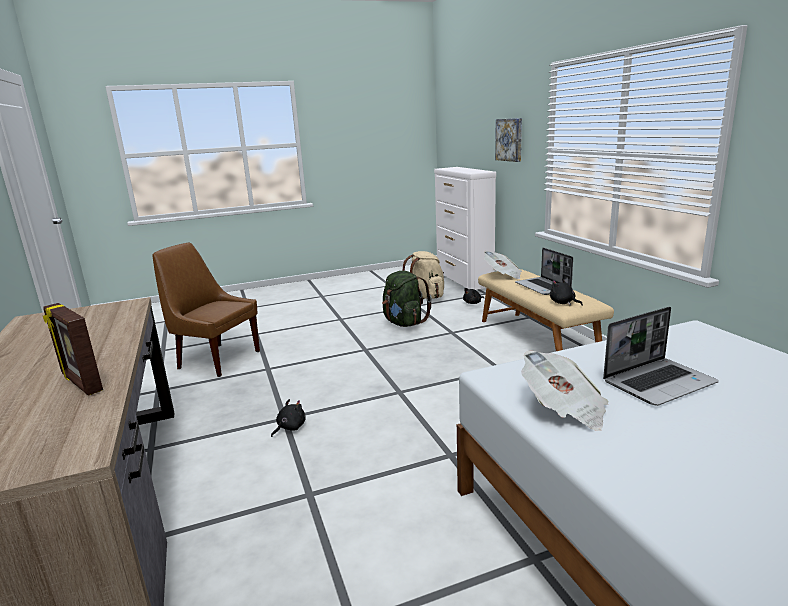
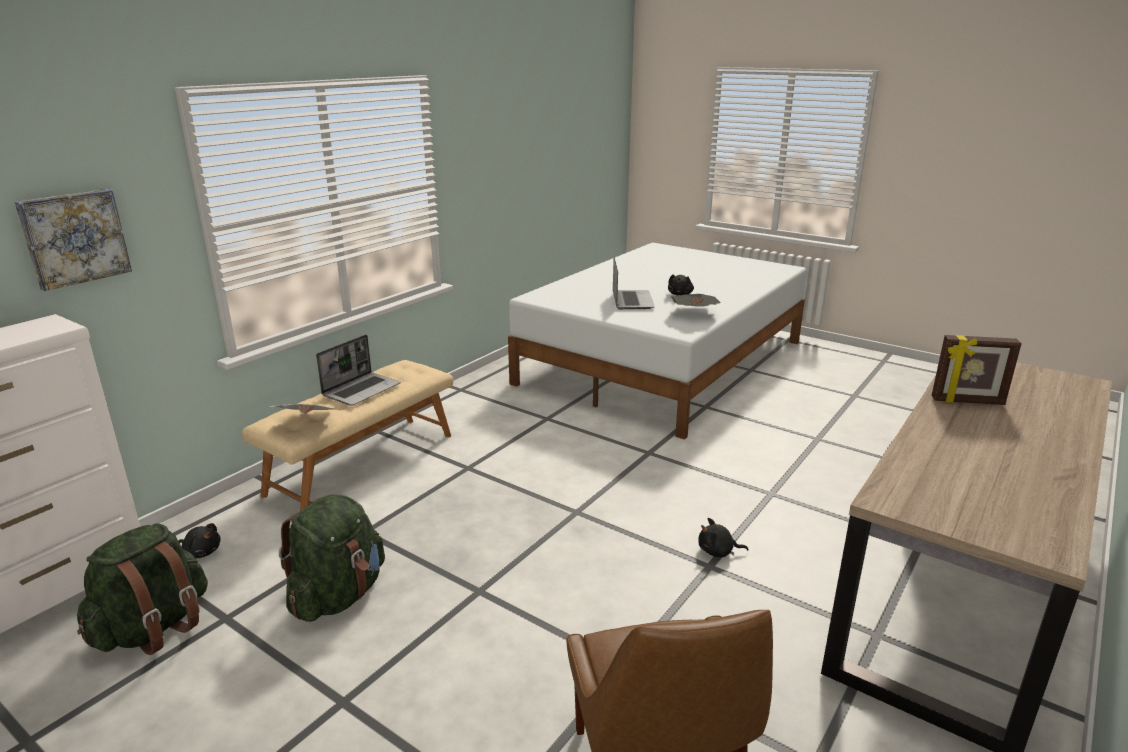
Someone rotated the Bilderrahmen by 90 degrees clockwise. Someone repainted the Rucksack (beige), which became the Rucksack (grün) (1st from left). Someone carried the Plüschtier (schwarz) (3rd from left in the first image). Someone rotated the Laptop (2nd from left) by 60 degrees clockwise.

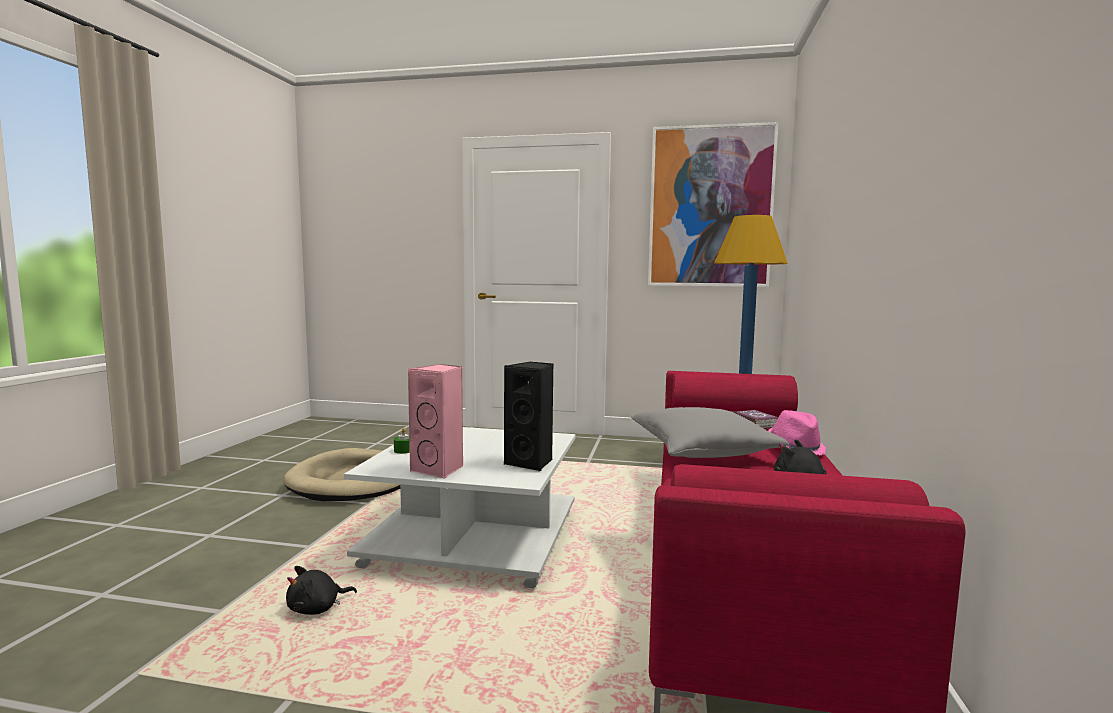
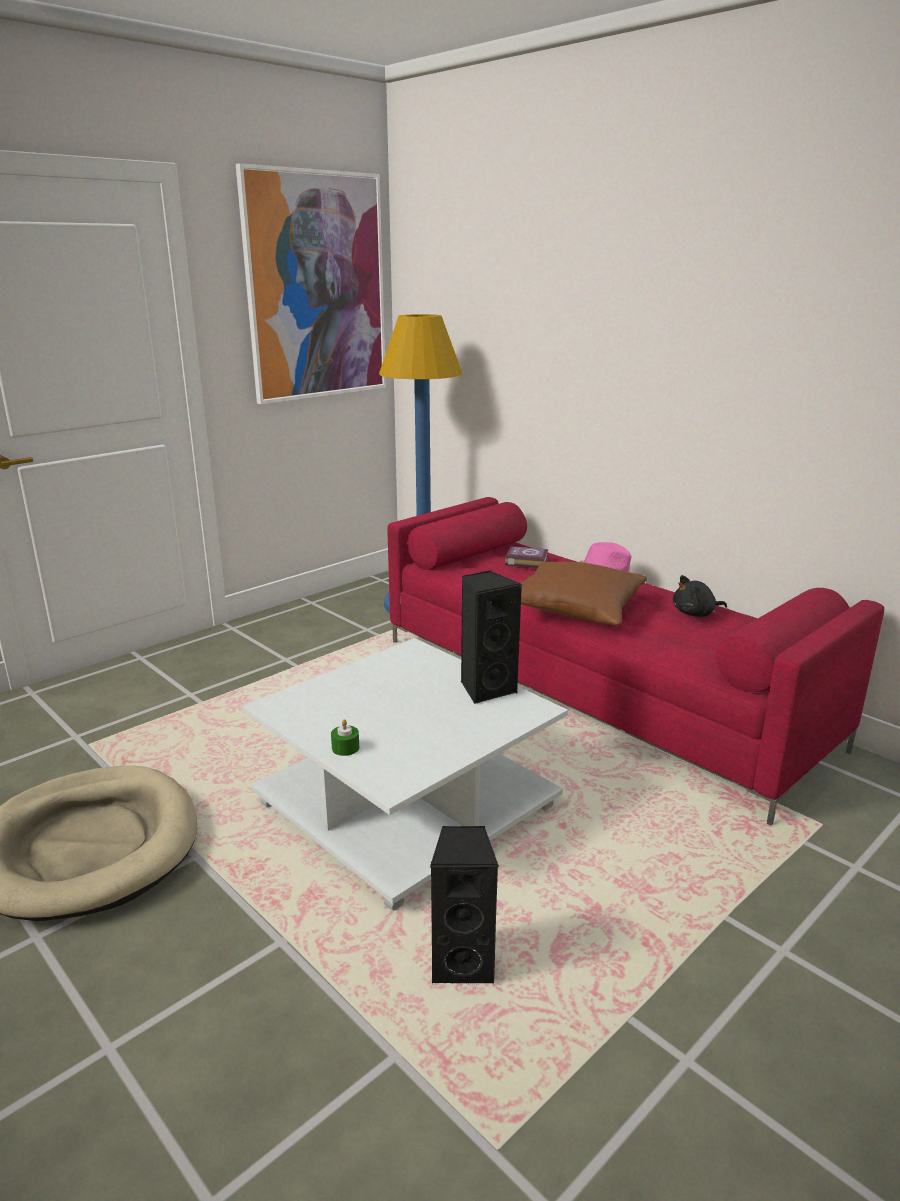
Someone swapped the Plüschtier (schwarz) (1st from left) for the Lautsprecher (schwarz) (1st from left). Someone took away the Lautsprecher (rosa). Someone repainted the Kissen (grau), which became the Kissen (braun).

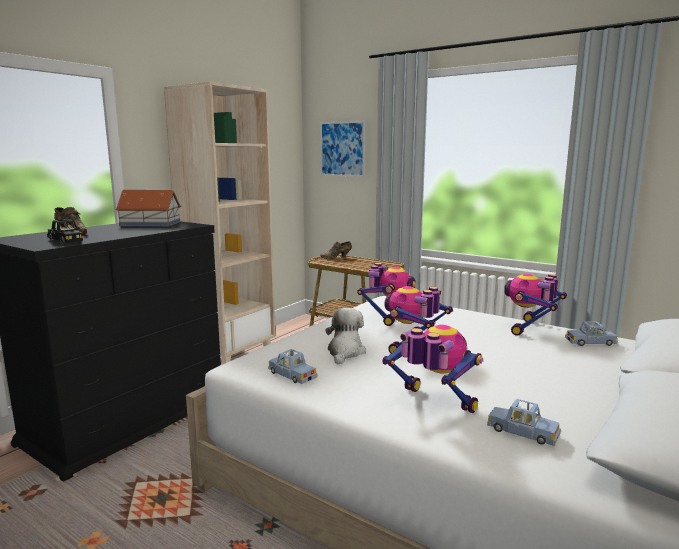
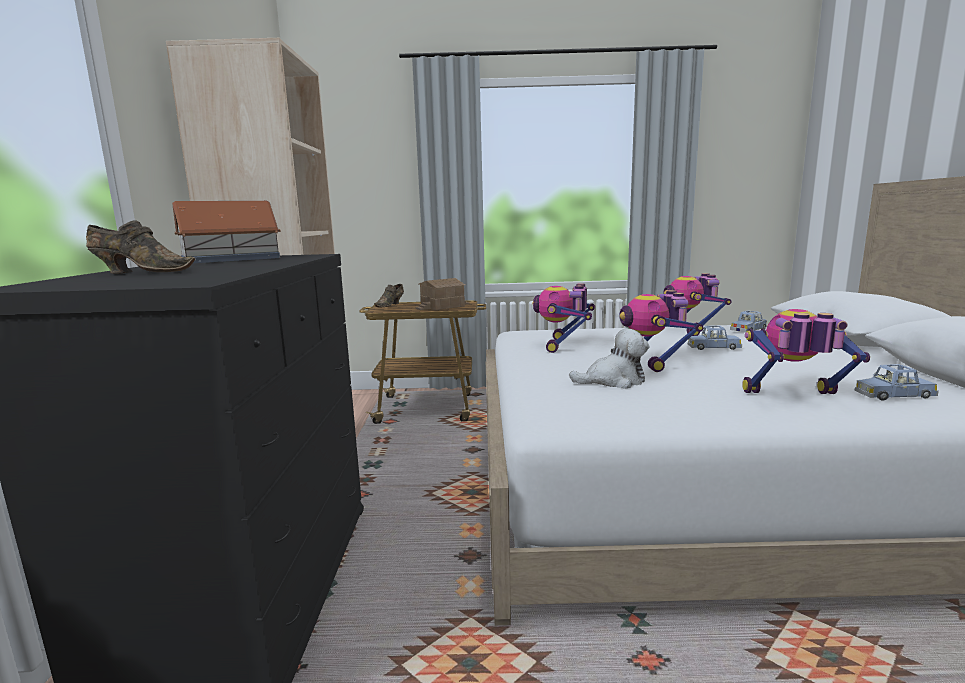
Someone took away the Spielzeugauto (schwarz). Someone carried the Spielzeugauto (blau) (1st from left). Someone took away the Bild. Someone rotated the Plüschtier by 105 degrees clockwise. Someone rotated the Spielzeugroboter (1st from left) by 150 degrees counterclockwise. Someone put down the Spielzeughaus (2nd from left).

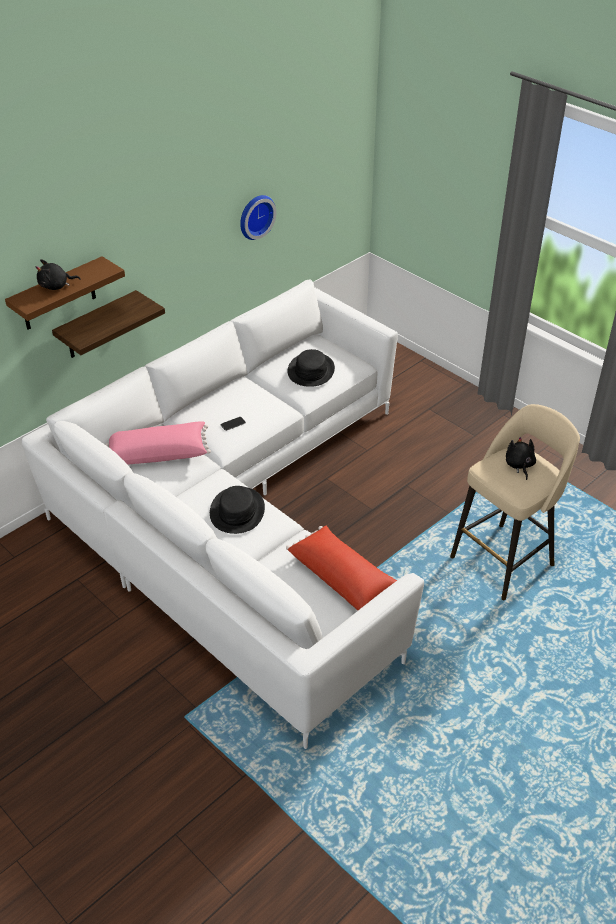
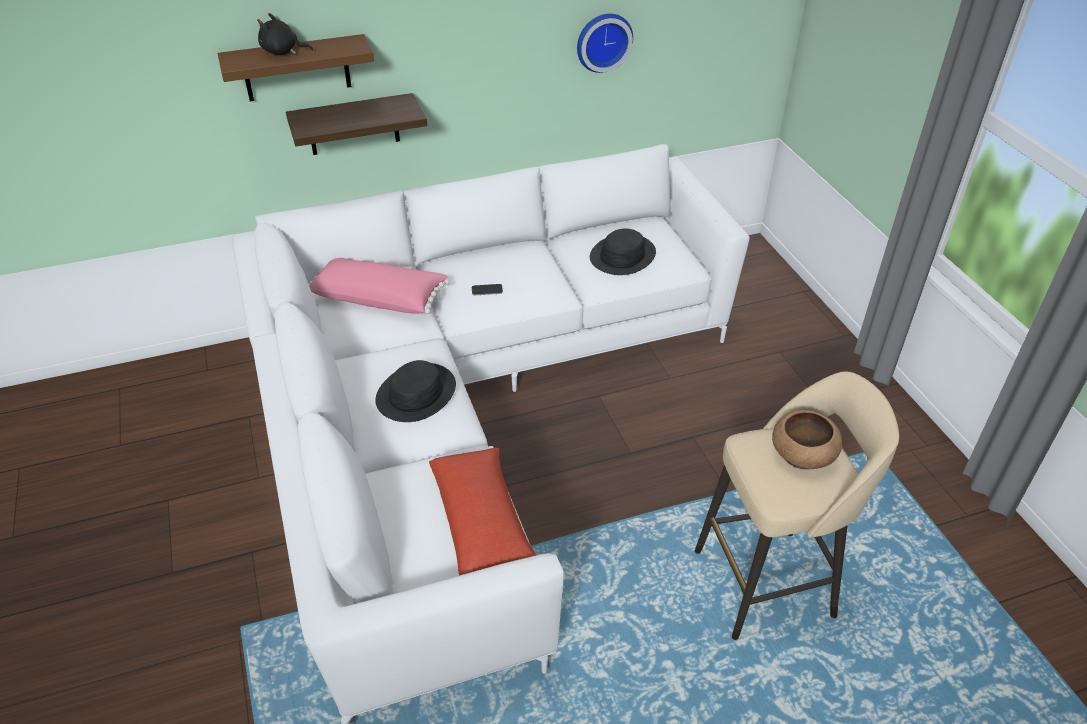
Someone swapped the Plüschtier (schwarz) (2nd from left) for the Schüssel (braun).

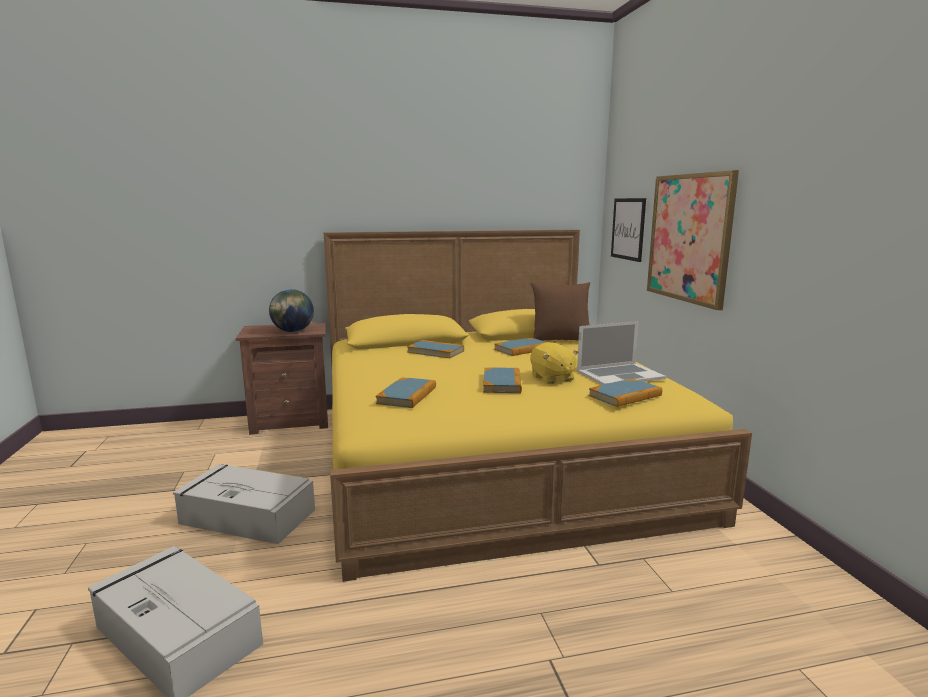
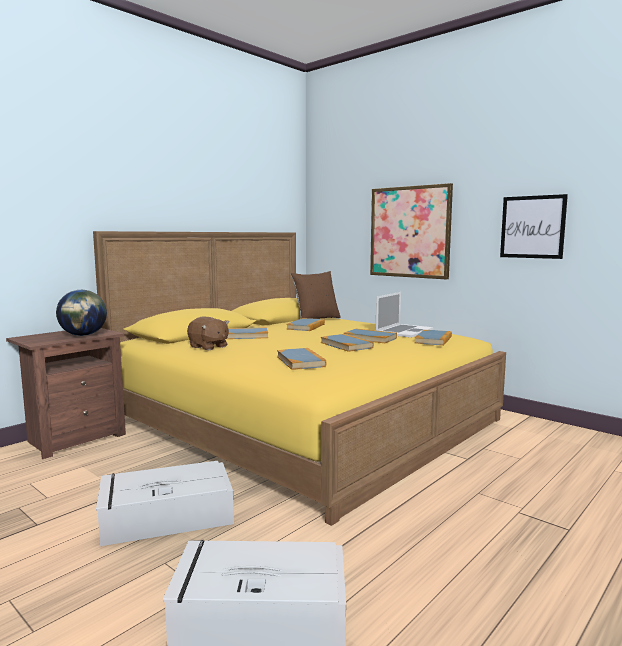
Someone swapped the Plüschtier (gelb) for the Buch (5th from left). Someone carried the Bild (1st from left in the first image). Someone put down the Plüschtier (braun).

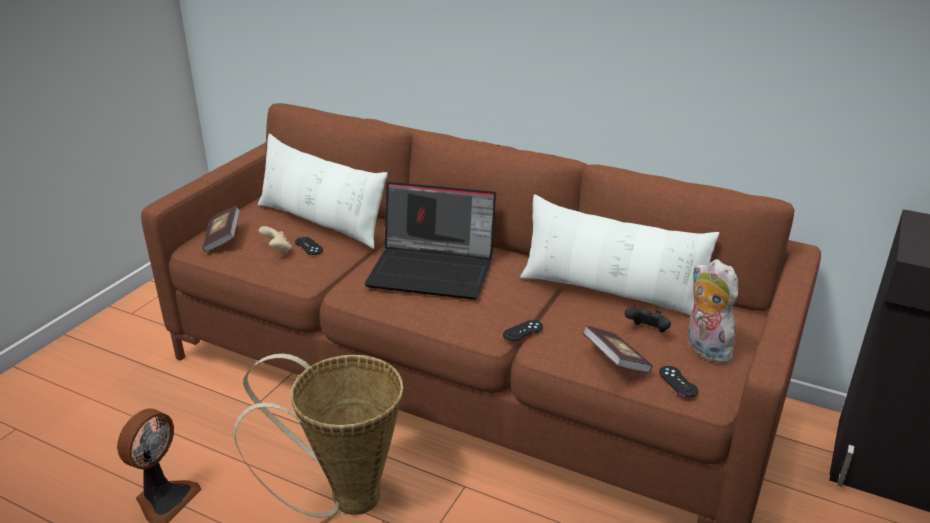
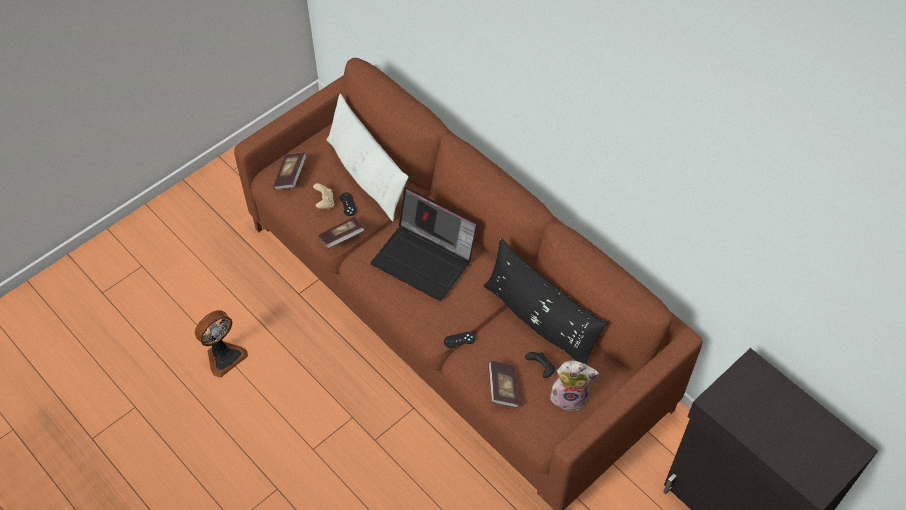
Someone took away the Korb. Someone repainted the Kissen (weiß) (2nd from left), which became the Kissen (schwarz). Someone took away the Gamepad (schwarz) (4th from left). Someone rotated the Plüschtier by 105 degrees clockwise. Someone put down the Buch (2nd from left).

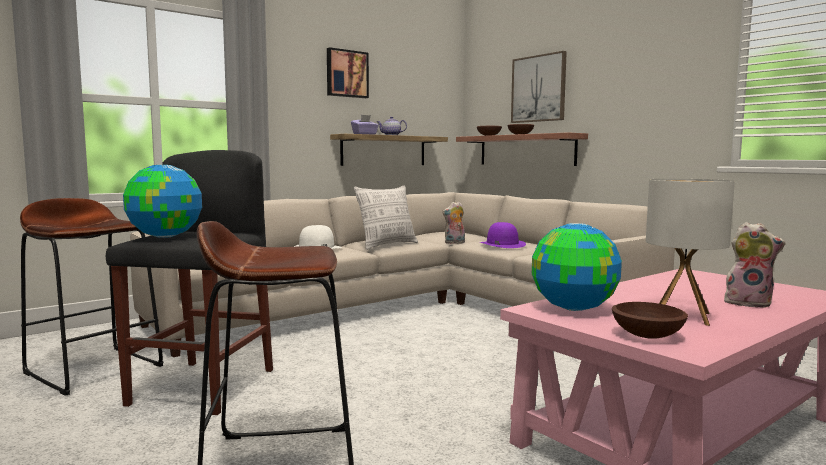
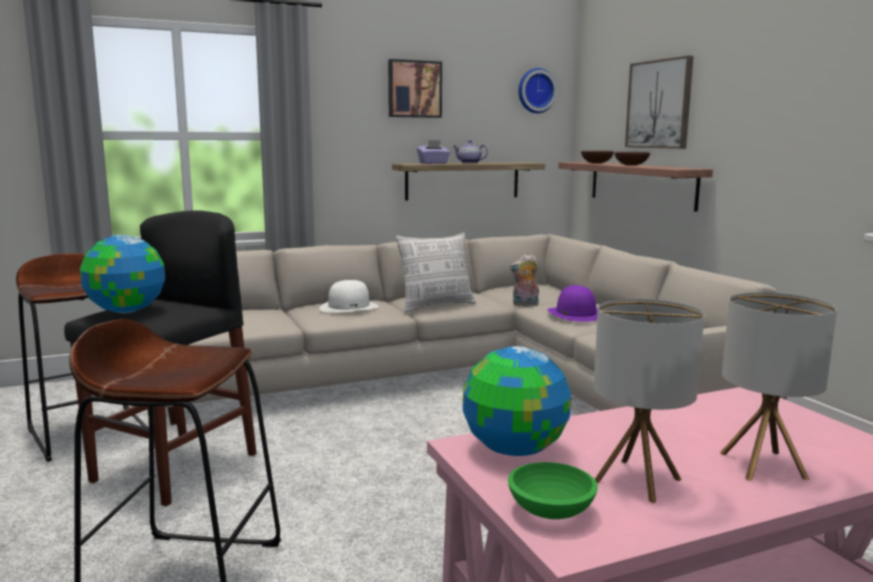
Someone repainted the Schüssel (braun) (3rd from left), which became the Schüssel (grün). Someone swapped the Plüschtier (2nd from left) for the Tischlampe (2nd from left). Someone put up the Wanduhr.

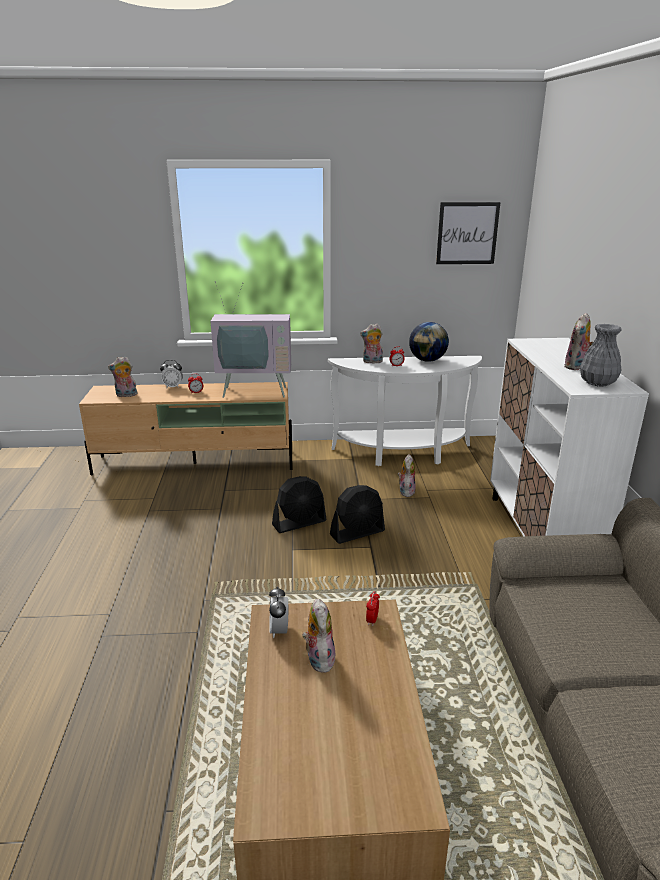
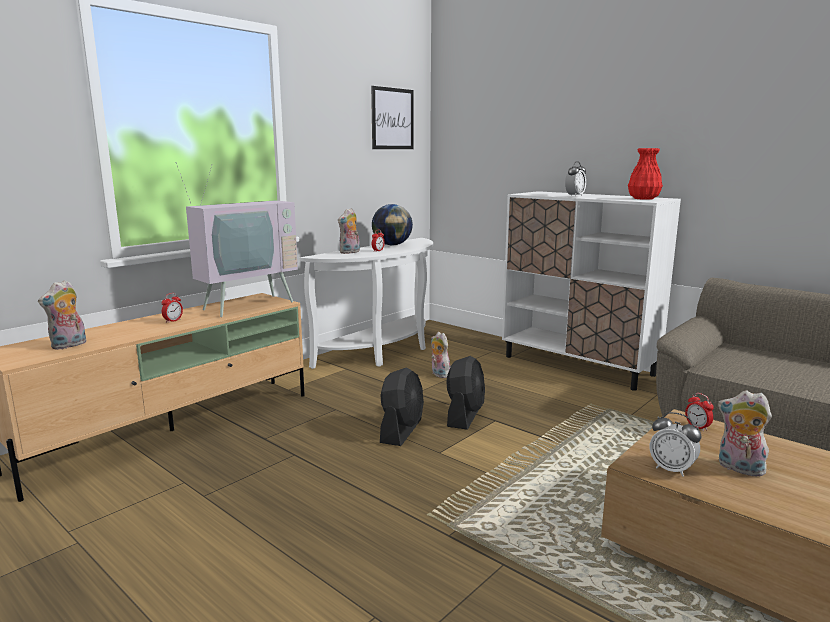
Someone carried the Wecker (1st from left in the first image). Someone took away the Plüschtier (5th from left). Someone repainted the Vase (grau), which became the Vase (rot).

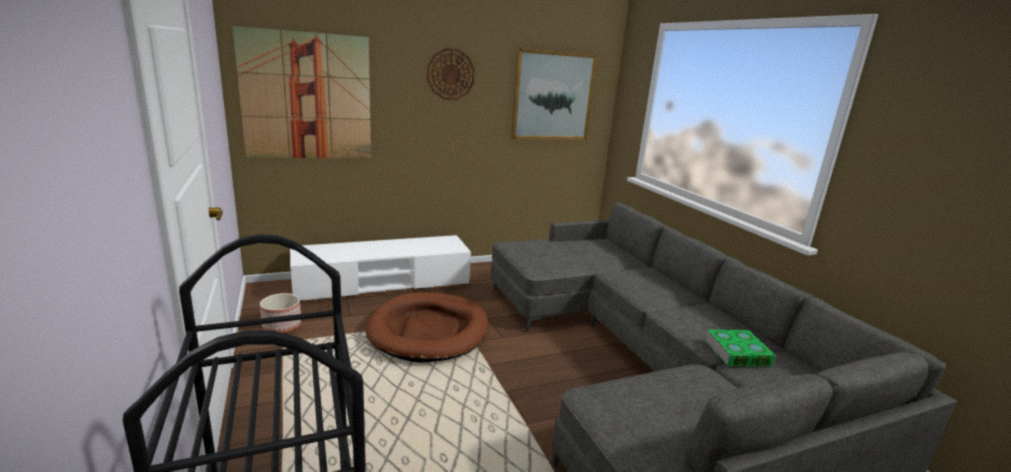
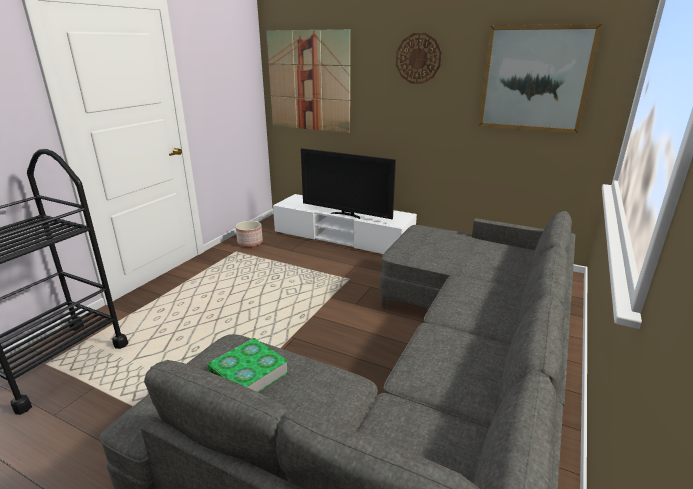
Someone took away the Hundebett (braun). Someone carried the Buch. Someone put down the Fernseher.

